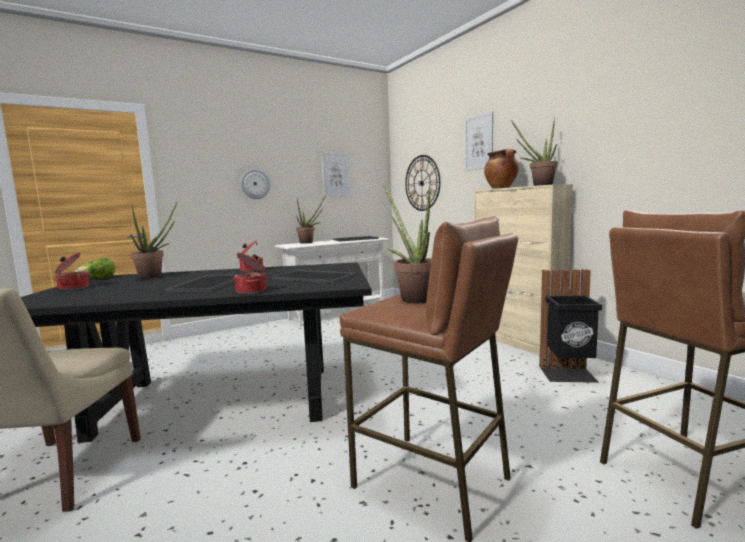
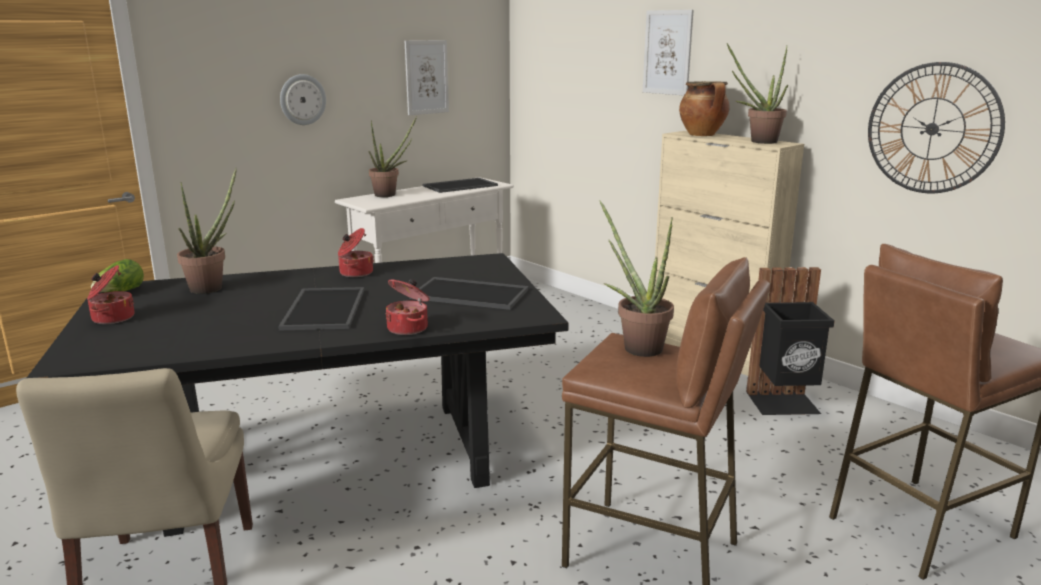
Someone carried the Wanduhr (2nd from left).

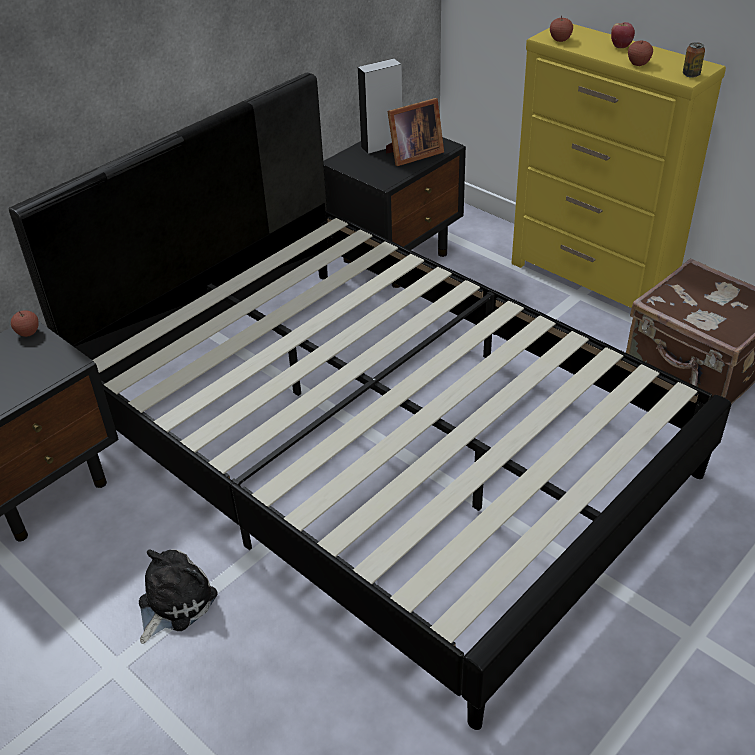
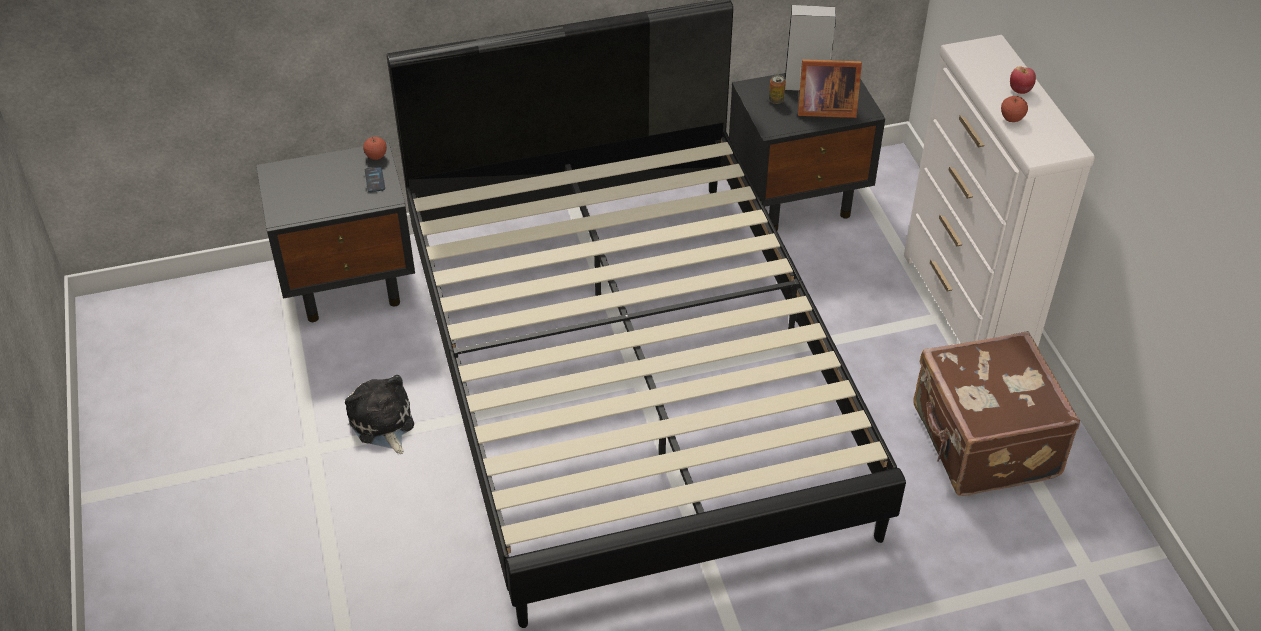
Someone rotated the Plüschtier by 90 degrees counterclockwise. Someone repainted the Kommode (gelb), which became the Kommode (weiß). Someone took away the Apfel (2nd from left). Someone carried the Dose. Someone put down the Handy.

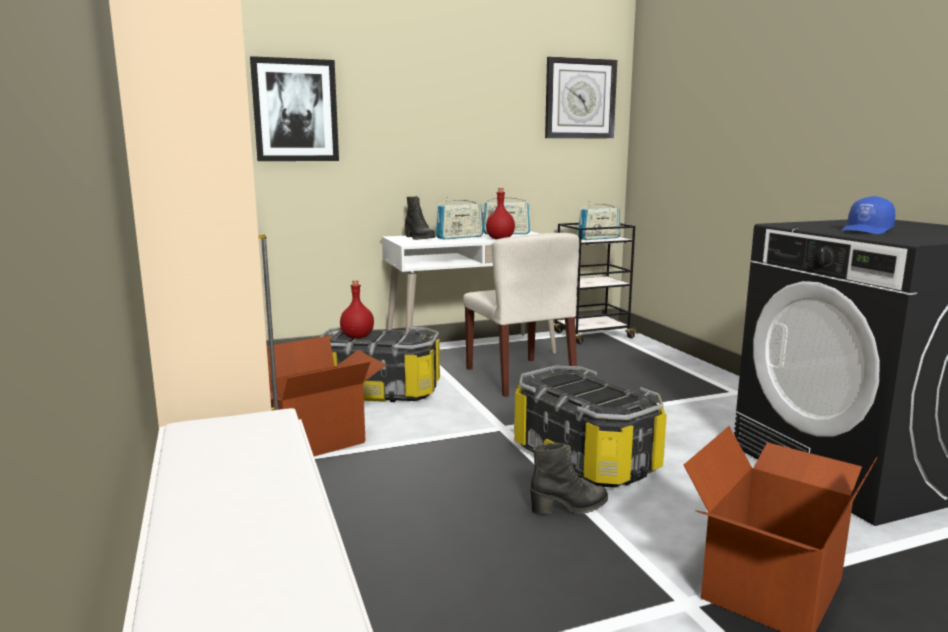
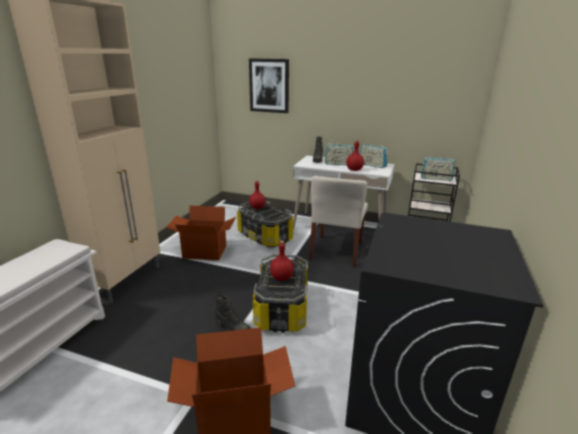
Someone took away the Wanduhr. Someone took away the Kappe (blau). Someone put down the Flasche (rot) (2nd from left).

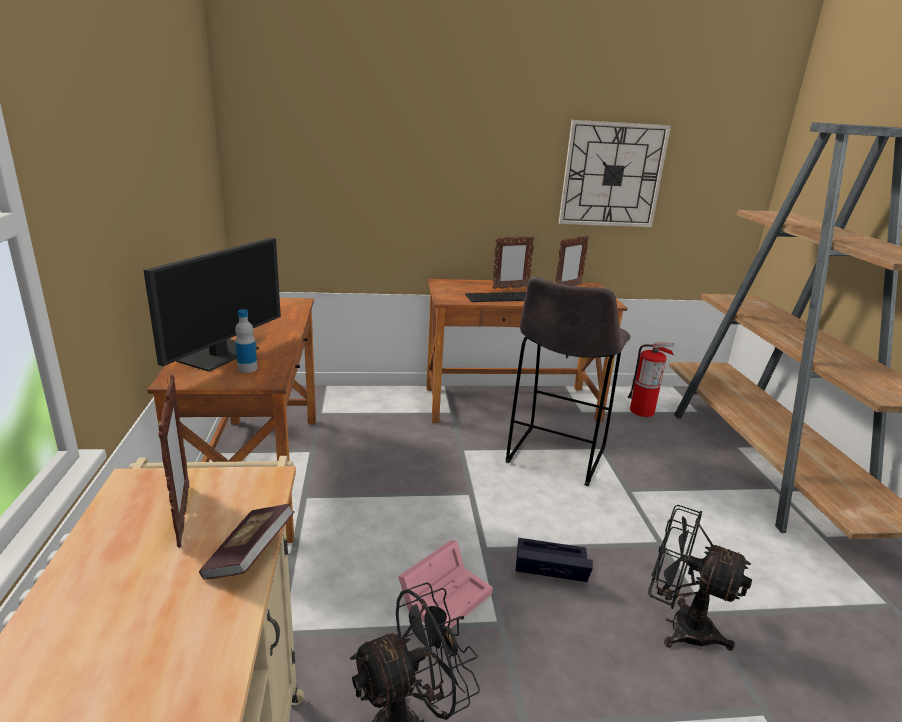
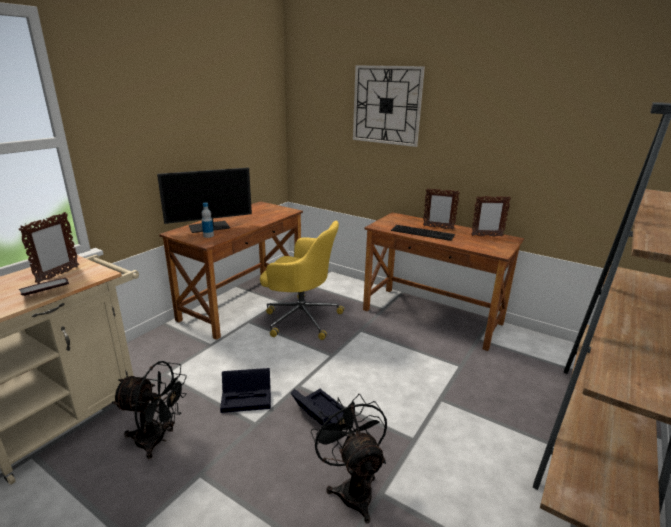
Someone repainted the Aufbewahrungsbox (rosa), which became the Aufbewahrungsbox (schwarz) (1st from left). Someone took away the Hocker (grau). Someone carried the Wanduhr. Someone took away the Feuerlöscher. Someone put down the Bürostuhl (gelb).

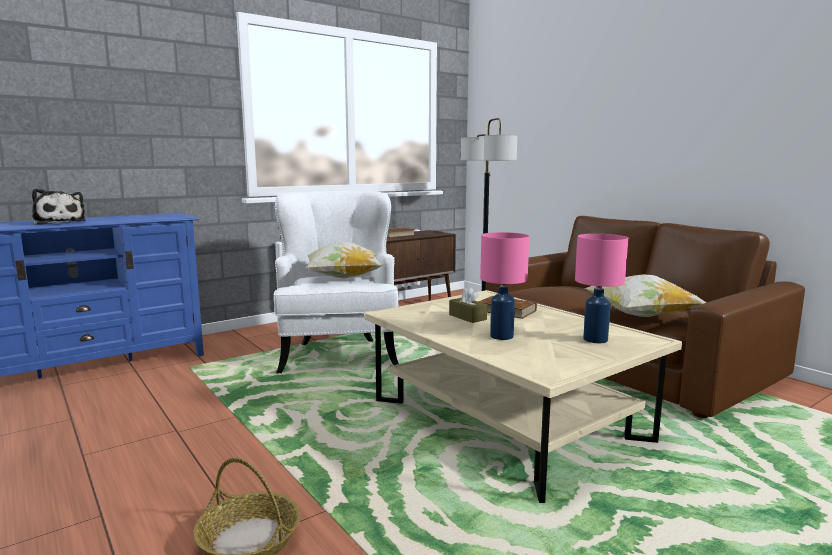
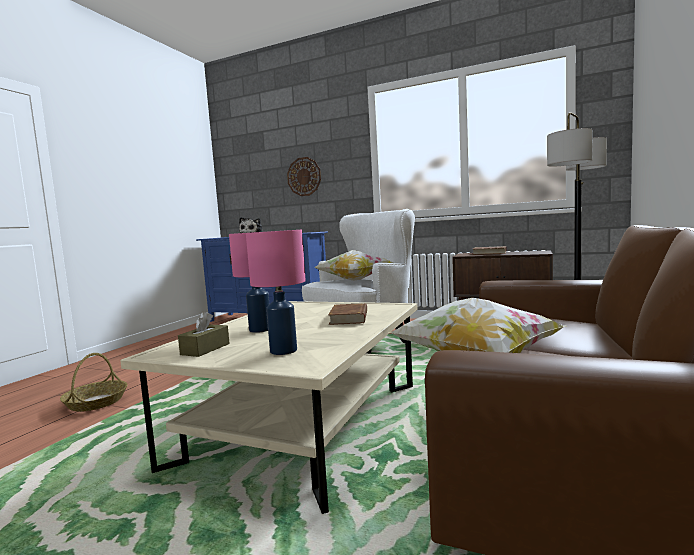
Someone carried the Taschentuchbox (braun). Someone put up the Wanduhr.

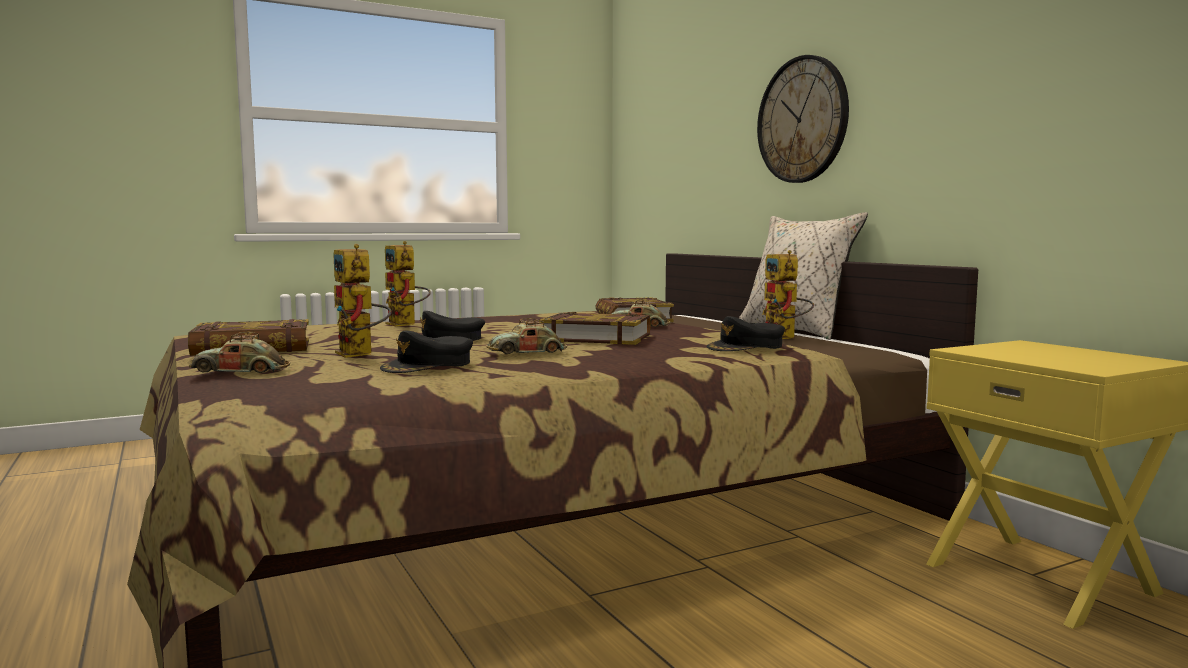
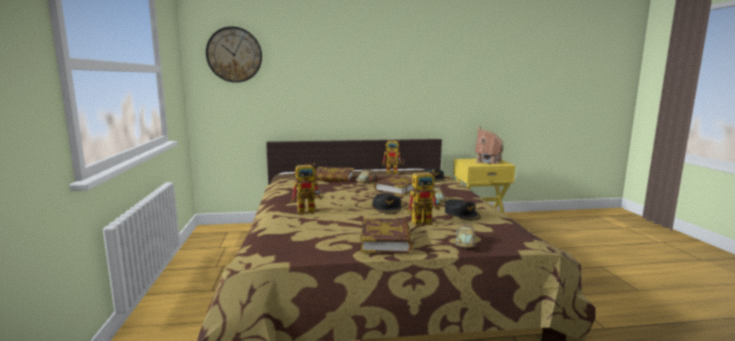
Someone took away the Kissen (beige). Someone carried the Wanduhr. Someone put down the Spielzeughaus.

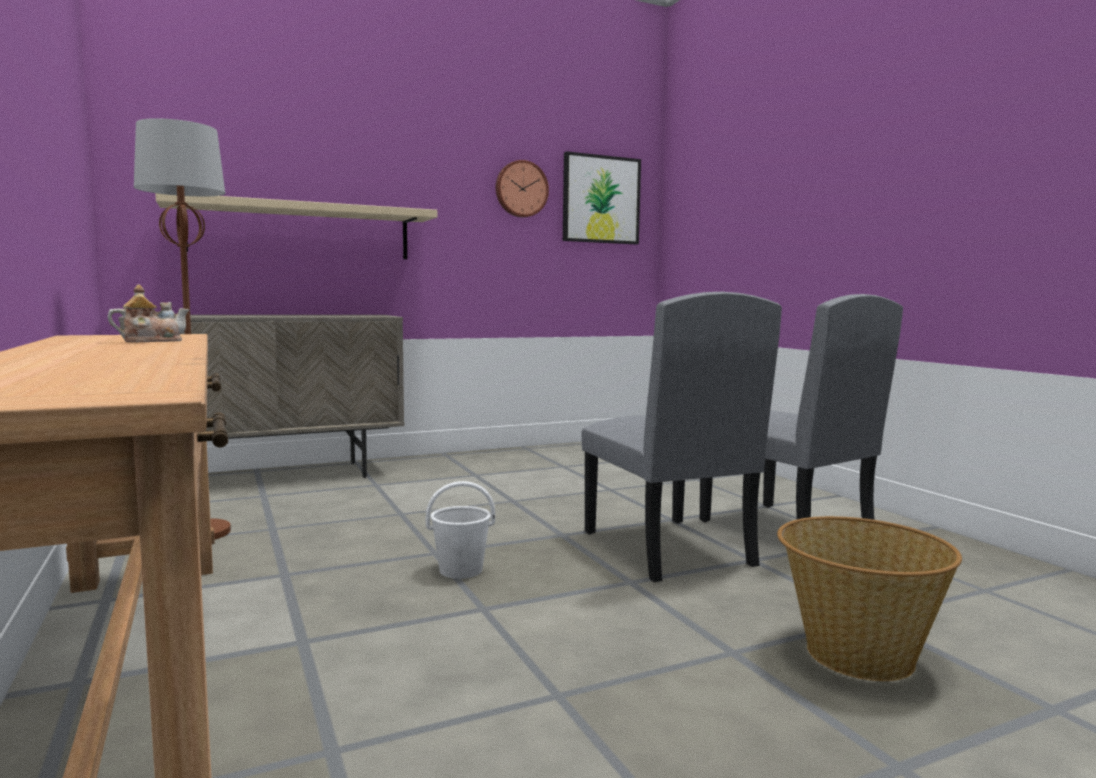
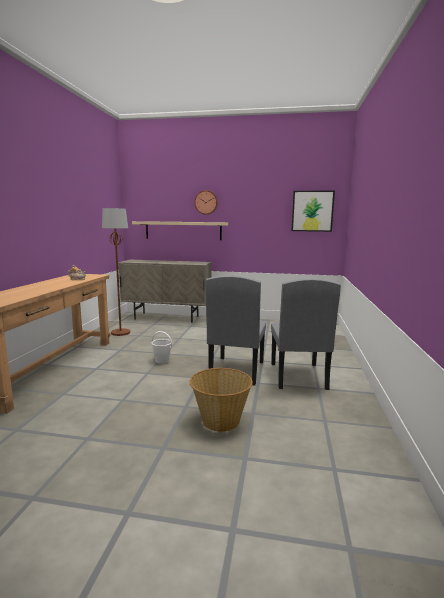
Someone carried the Wanduhr.

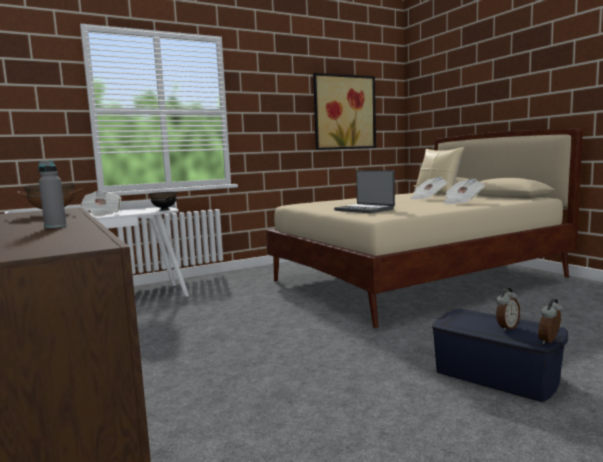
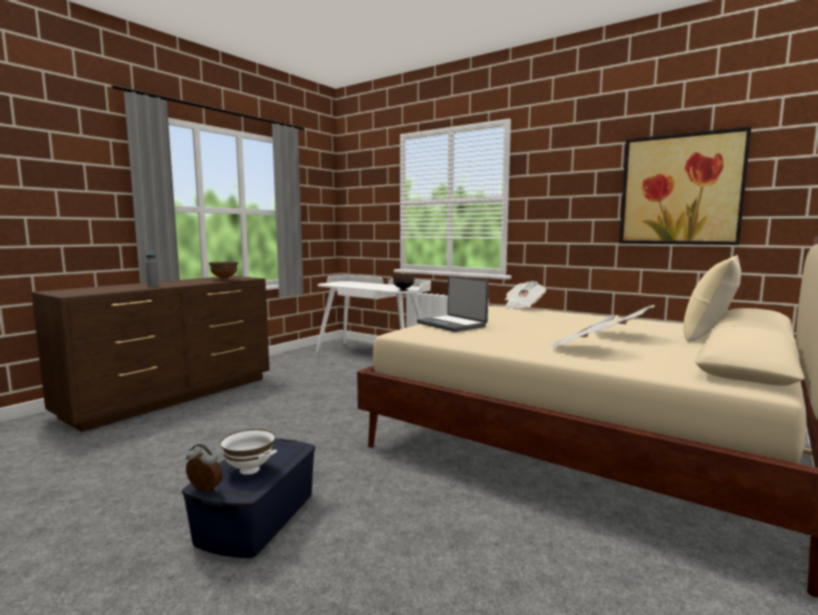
Someone carried the Zeitung (1st from left). Someone rotated the Laptop by 60 degrees counterclockwise. Someone swapped the Wecker (1st from left) for the Schüssel (weiß).

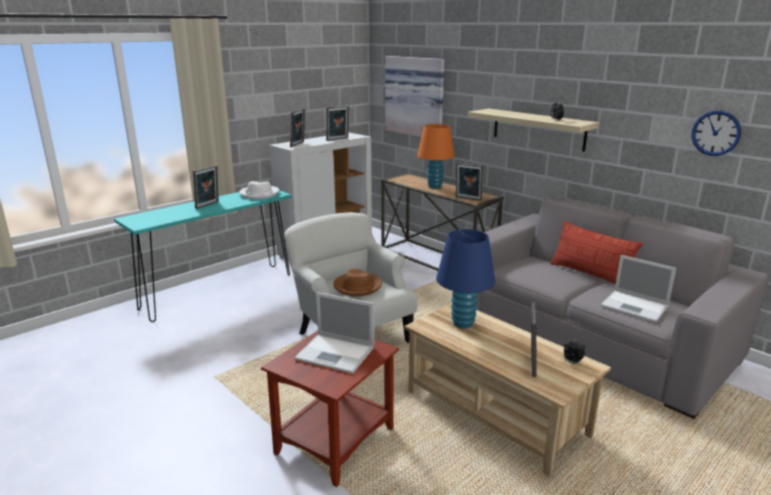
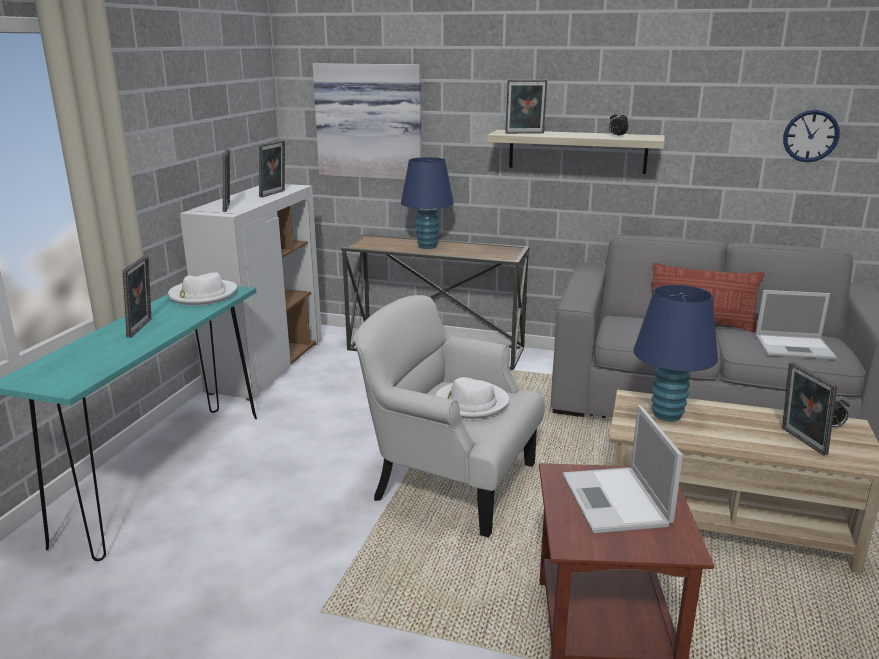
Someone rotated the Laptop (1st from left) by 90 degrees clockwise. Someone repainted the Hut (braun), which became the Hut (weiß) (2nd from left). Someone repainted the Tischlampe (orange), which became the Tischlampe (blau) (1st from left). Someone carried the Bilderrahmen (4th from left).

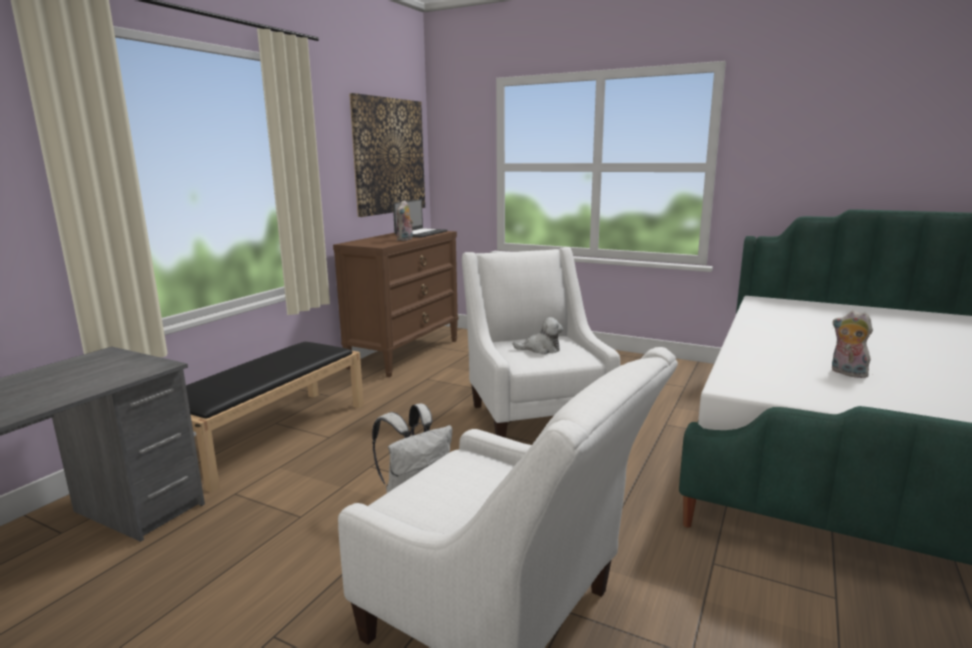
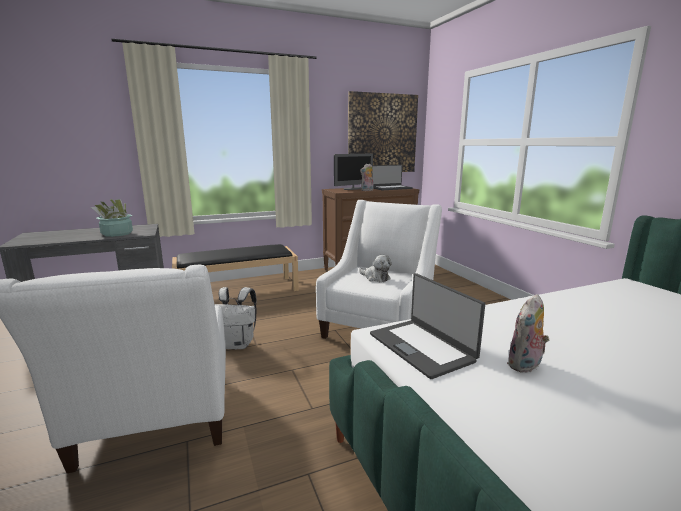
Someone rotated the Plüschtier (3rd from left) by 135 degrees counterclockwise. Someone put down the Topfpflanze. Someone put down the Monitor. Someone put down the Laptop (2nd from left).

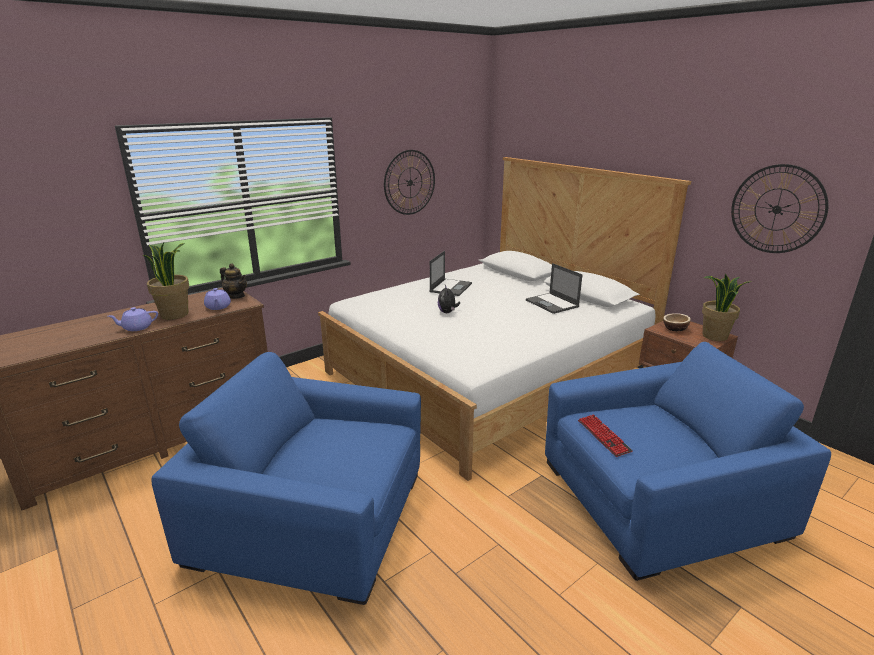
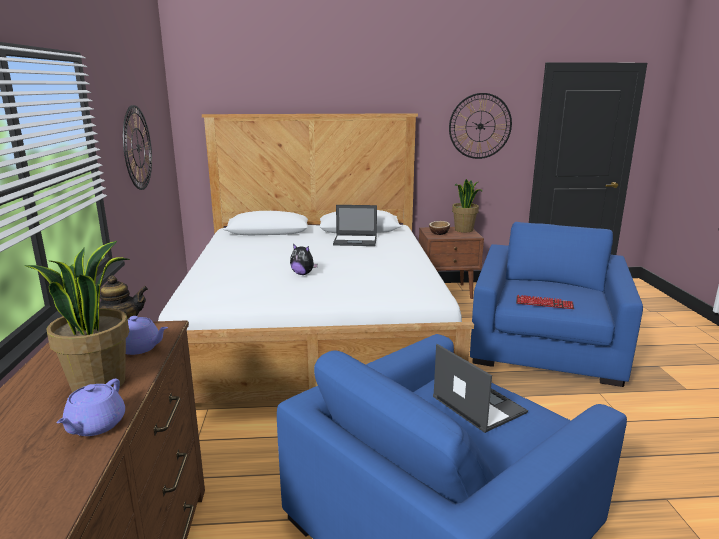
Someone carried the Laptop (1st from left in the first image).

